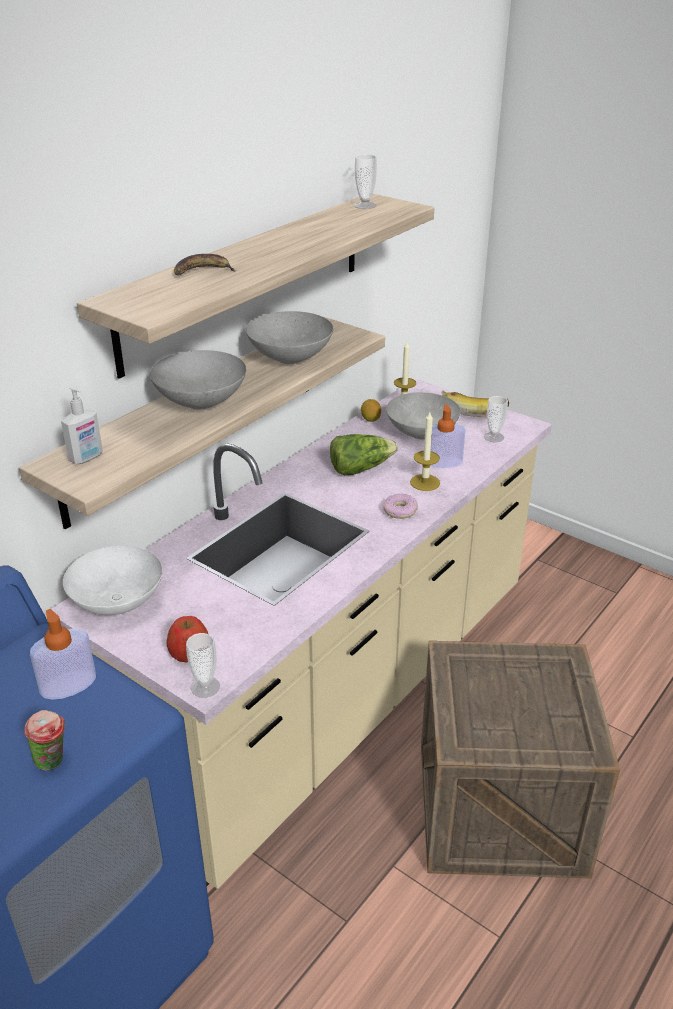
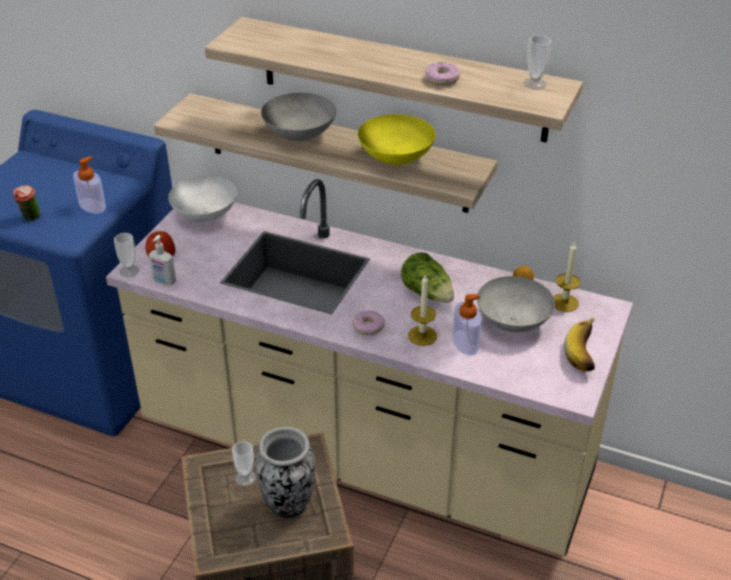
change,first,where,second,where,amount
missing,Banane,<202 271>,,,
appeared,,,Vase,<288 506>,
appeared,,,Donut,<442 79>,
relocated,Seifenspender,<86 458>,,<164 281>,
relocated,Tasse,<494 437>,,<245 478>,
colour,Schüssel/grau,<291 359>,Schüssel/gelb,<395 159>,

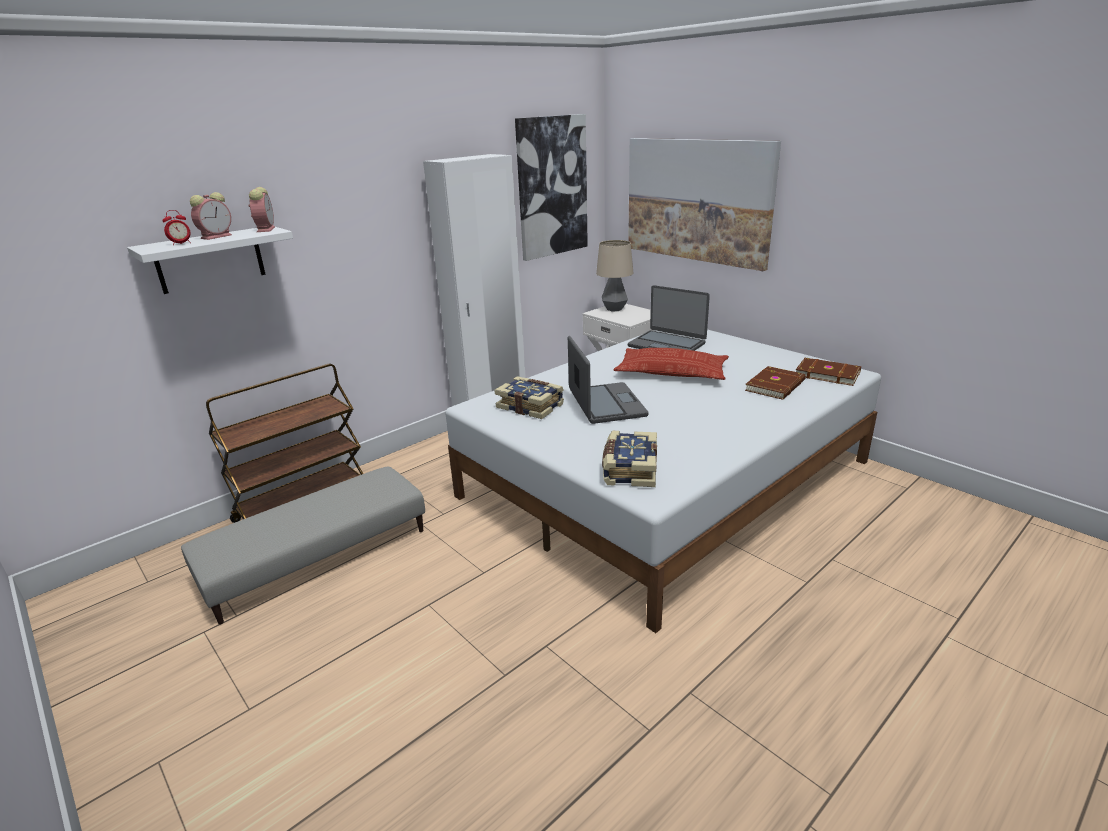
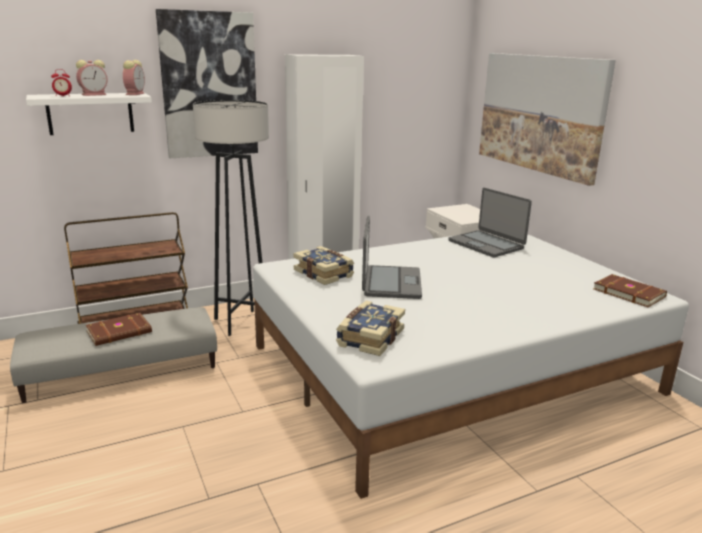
change,first,where,second,where,amount
missing,Tischlampe,<614 309>,,,
missing,Kissen,<672 372>,,,
appeared,,,Stehlampe/grau,<241 322>,
relocated,Bild,<552 187>,,<209 85>,
relocated,Buch/braun,<776 386>,,<120 332>,

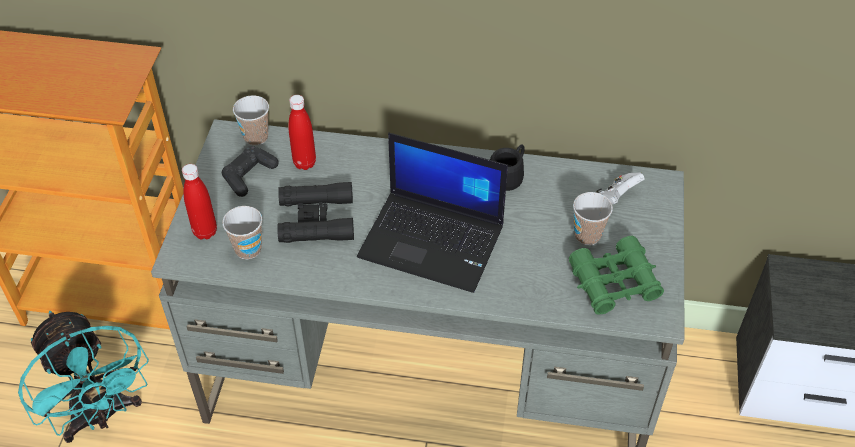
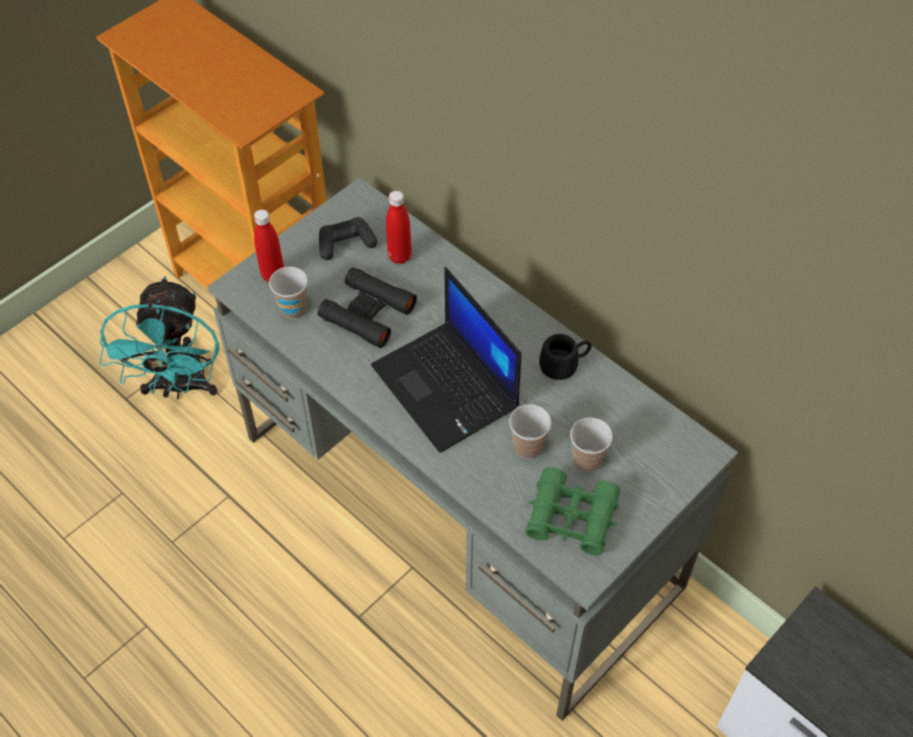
change,first,where,second,where,amount
missing,Gamepad/weiß,<616 198>,,,
relocated,Tasse,<256 137>,,<528 447>,

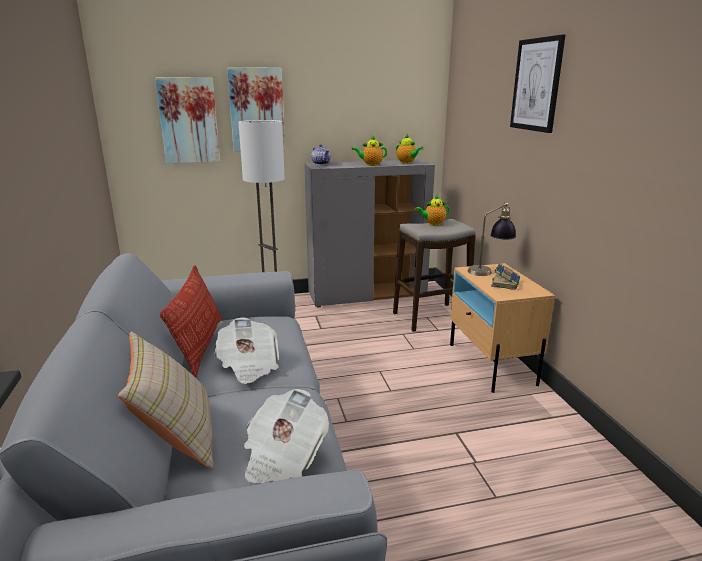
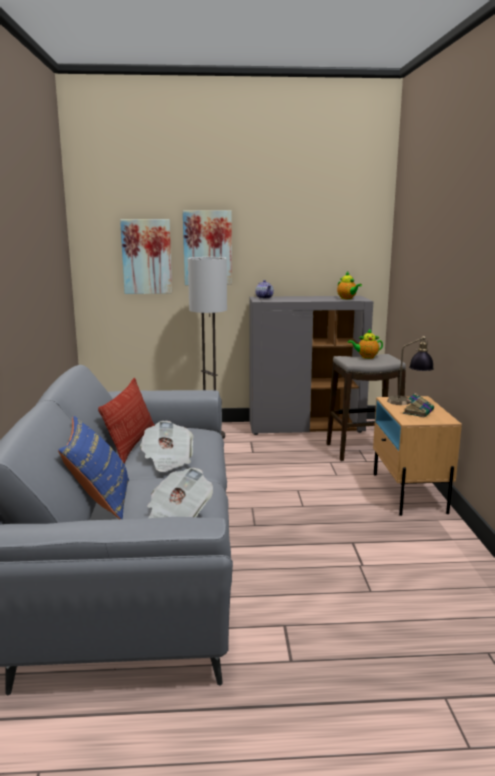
change,first,where,second,where,amount
missing,Teekanne,<370 165>,,,
missing,Bild,<536 85>,,,
colour,Kissen/beige,<177 438>,Kissen/blau,<100 501>,

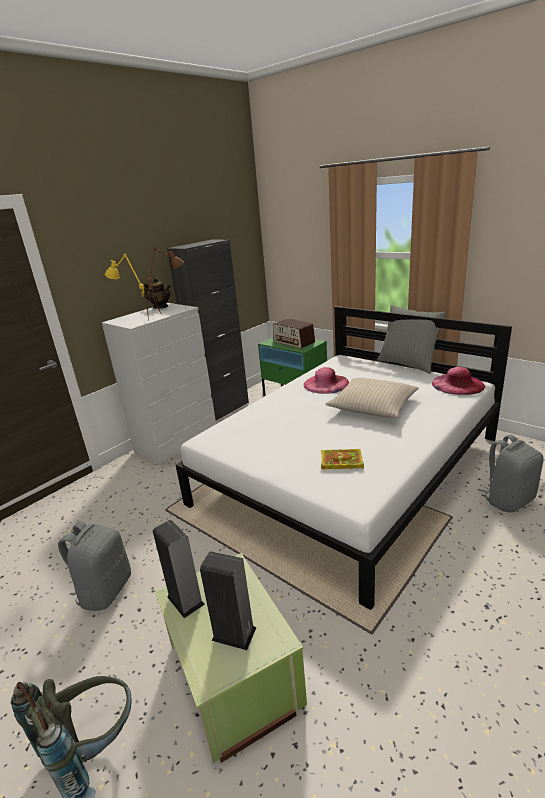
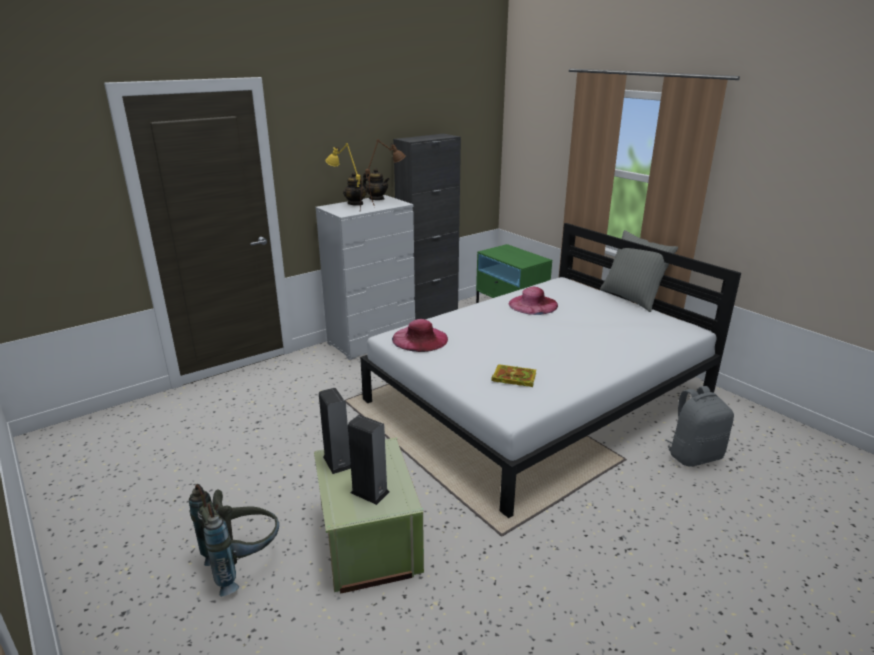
change,first,where,second,where,amount
missing,Rucksack/grau,<105 590>,,,
missing,Radio,<294 342>,,,
missing,Kissen/beige,<372 406>,,,
appeared,,,Teekanne,<355 204>,
relocated,Hut/rosa,<457 384>,,<420 338>,

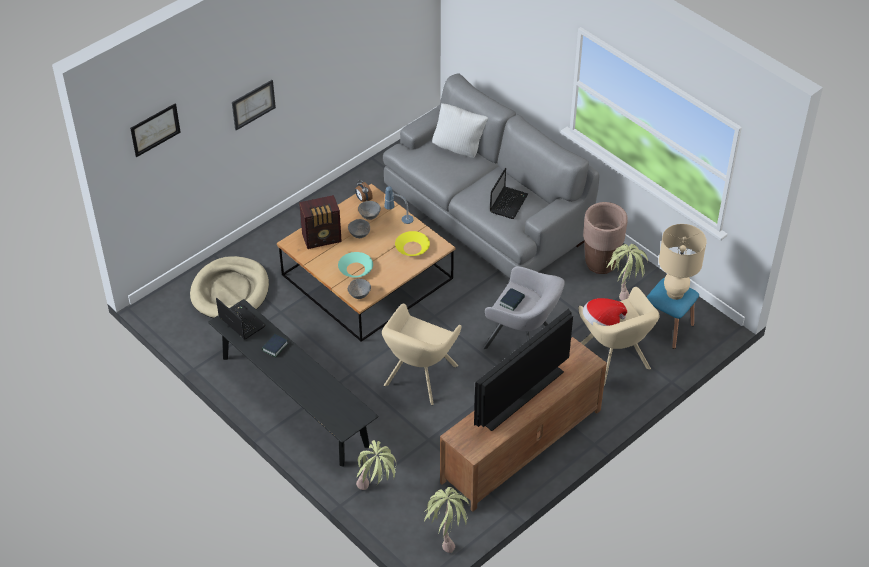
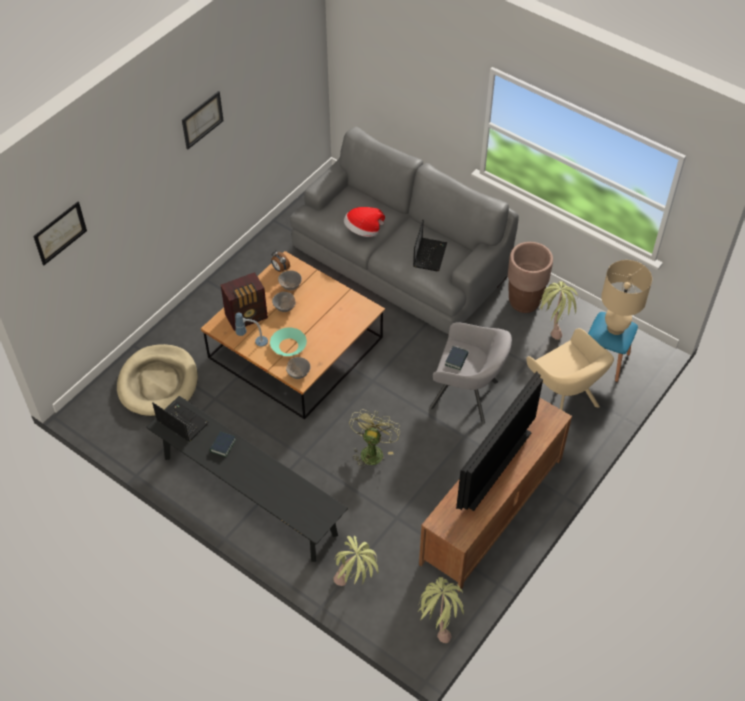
change,first,where,second,where,amount
missing,Schüssel/gelb,<412 247>,,,
missing,Kissen/weiß,<459 148>,,,
relocated,Bild,<253 104>,,<202 119>,
relocated,Tischlampe,<399 220>,,<252 343>,
relocated,Hut,<602 323>,,<363 231>,
exchanged,Sessel/beige,<419 378>,Ventilator/grün,<372 450>,

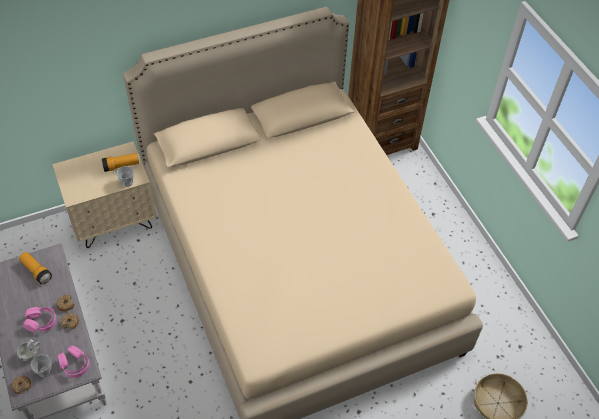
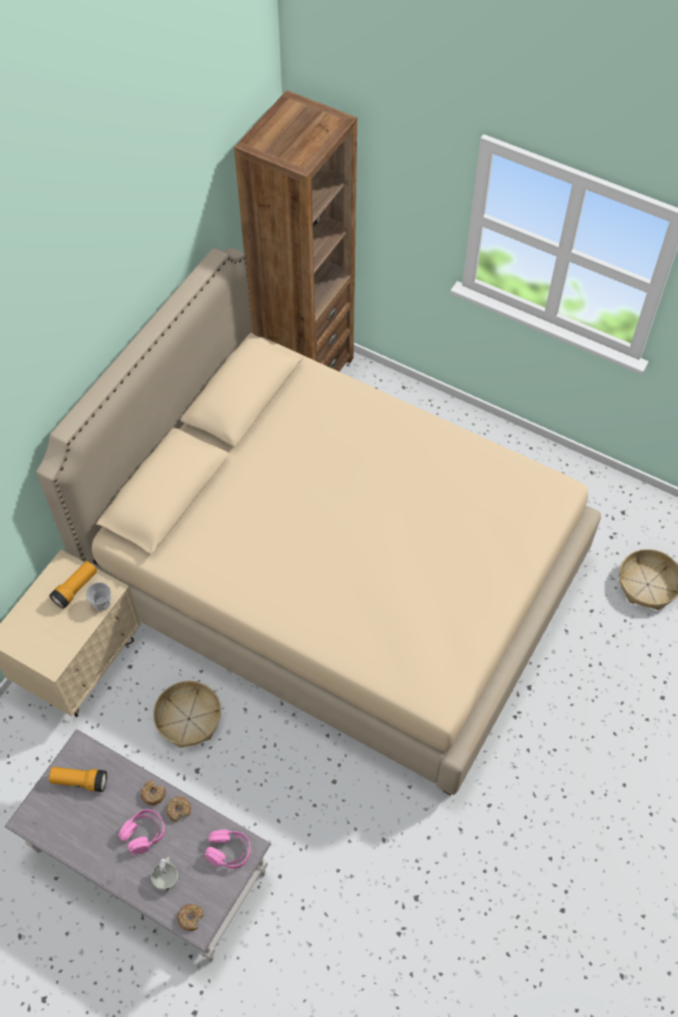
change,first,where,second,where,amount
missing,Tasse,<44 371>,,,
appeared,,,Korb,<188 719>,

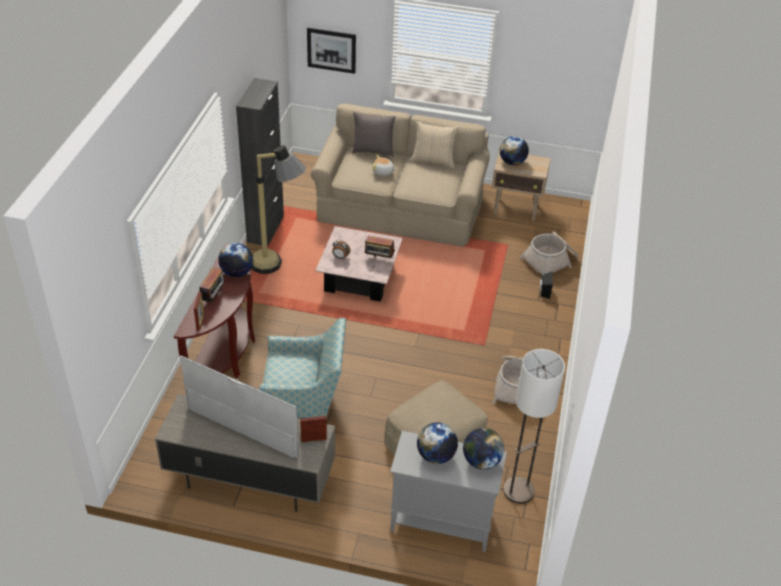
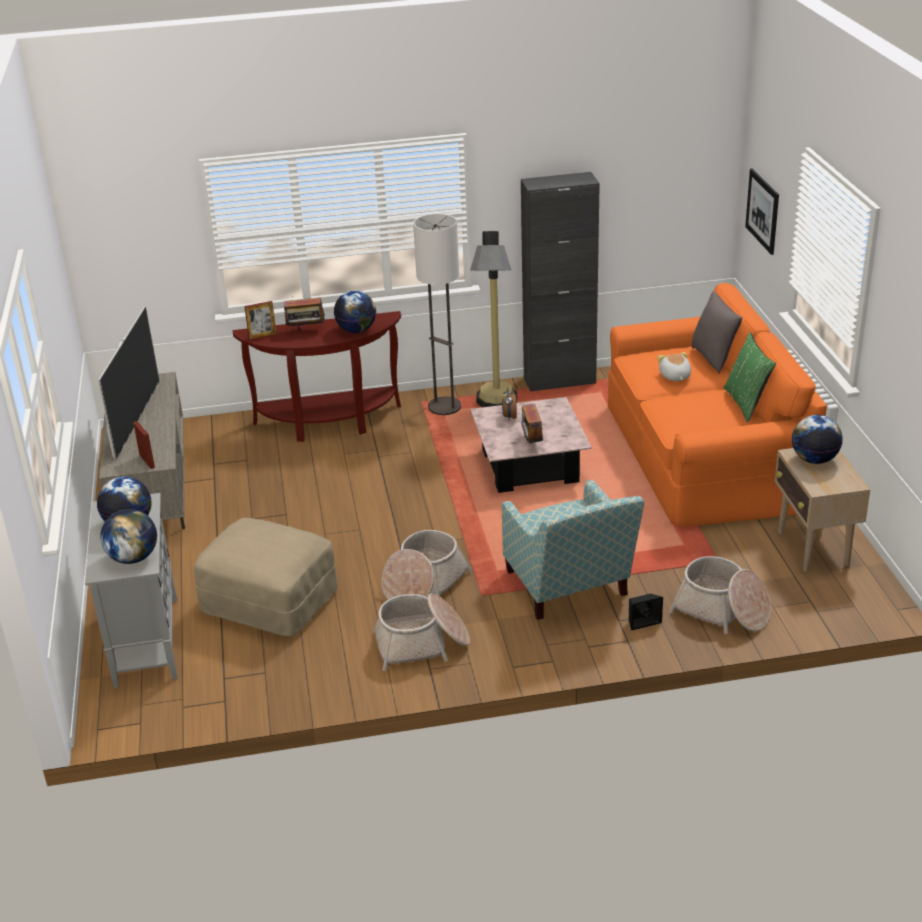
change,first,where,second,where,amount
appeared,,,Korb,<424 584>,
relocated,Sessel,<305 405>,,<570 590>,
relocated,Stehlampe,<518 491>,,<444 407>,
colour,Sofa/beige,<400 207>,Sofa/orange,<704 455>,
colour,Kissen/beige,<433 160>,Kissen/grün,<746 403>,

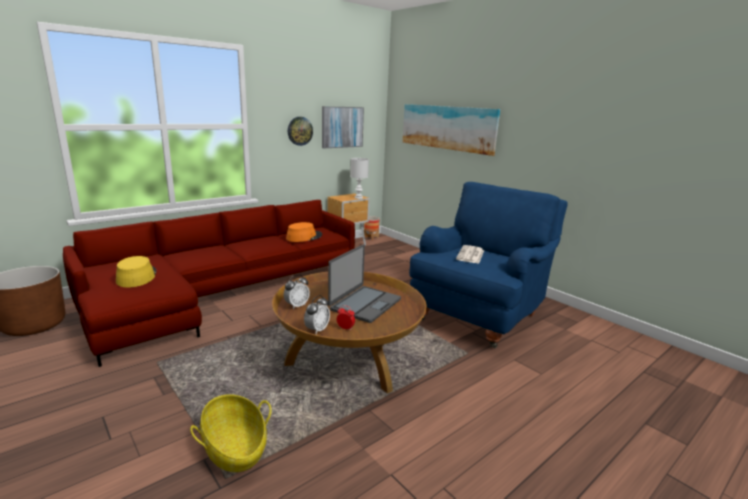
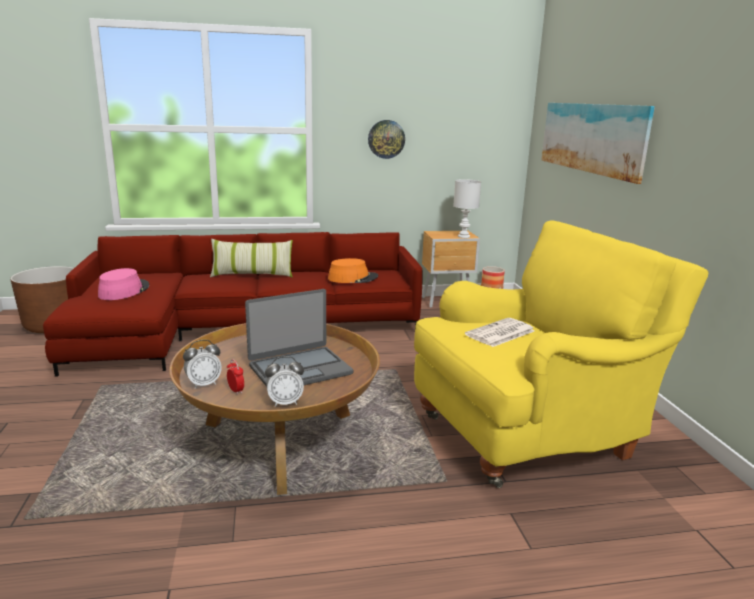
change,first,where,second,where,amount
missing,Korb,<234 448>,,,
missing,Bild,<342 127>,,,
appeared,,,Kissen,<252 274>,
relocated,Wecker,<296 306>,,<285 402>,
colour,Hut/gelb,<136 277>,Hut/rosa,<124 291>,
colour,Sessel/blau,<479 315>,Sessel/gelb,<530 435>,

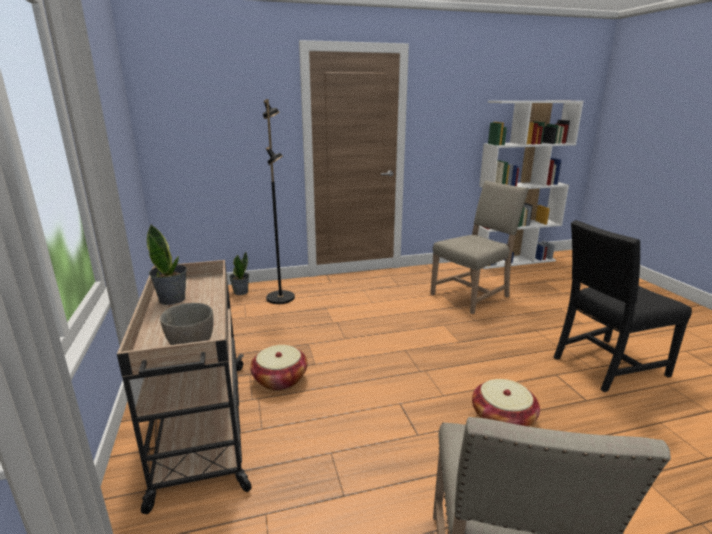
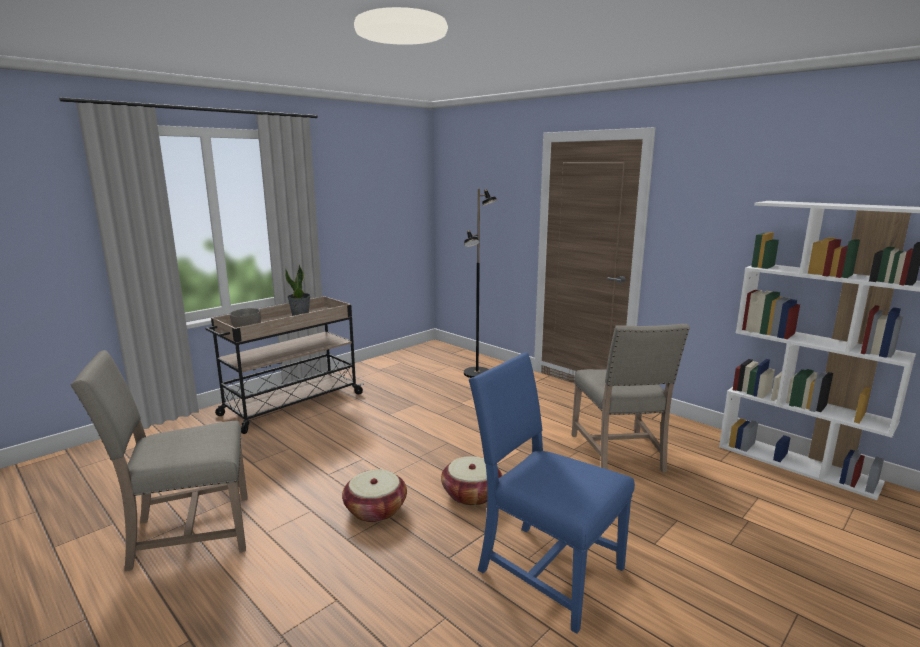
change,first,where,second,where,amount
missing,Topfpflanze,<240 292>,,,
relocated,Korb,<280 379>,,<471 494>,
colour,Stuhl/schwarz,<605 366>,Stuhl/blau,<545 569>,
spun,Stuhl/beige,<473 295>,,<620 454>,60 degrees clockwise

